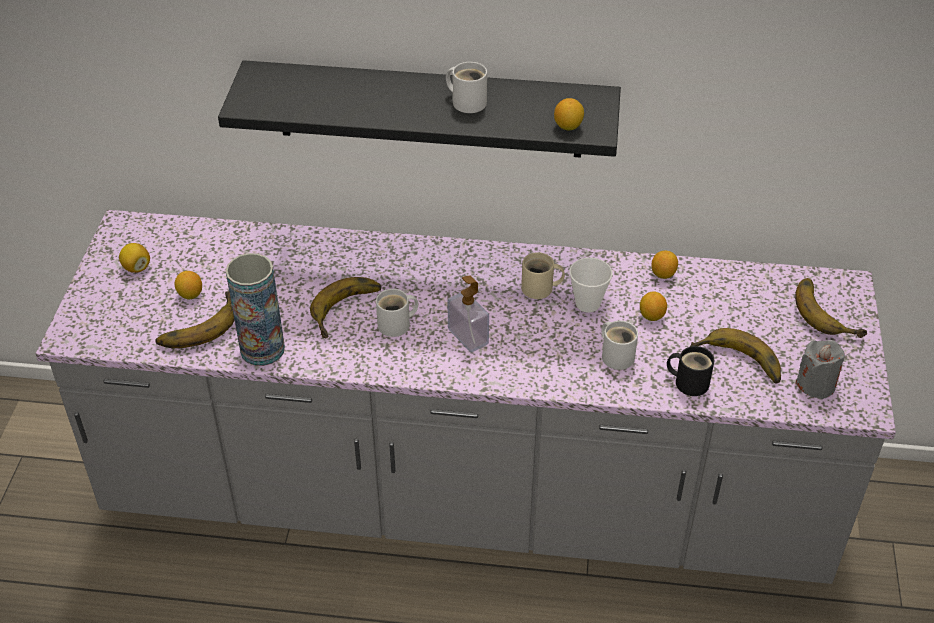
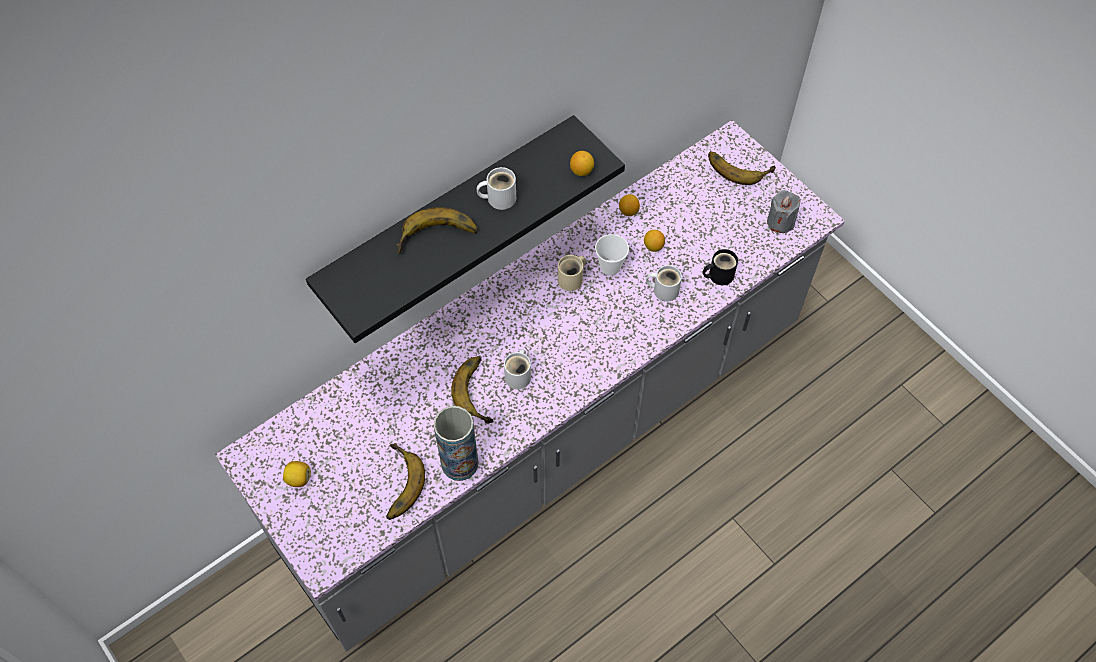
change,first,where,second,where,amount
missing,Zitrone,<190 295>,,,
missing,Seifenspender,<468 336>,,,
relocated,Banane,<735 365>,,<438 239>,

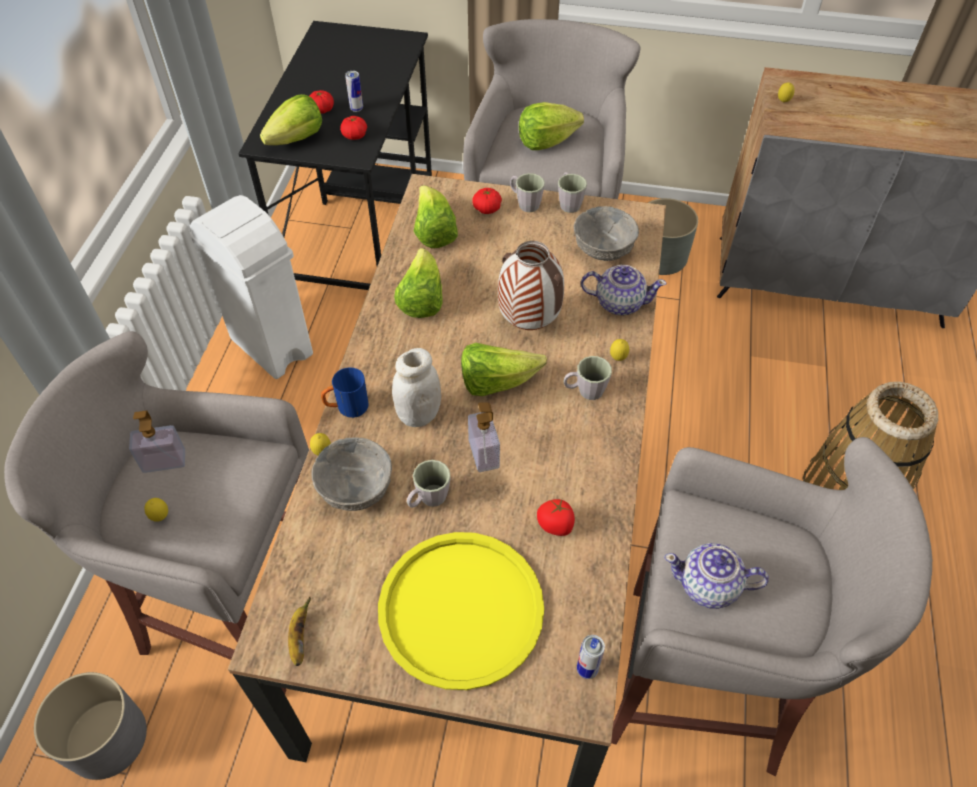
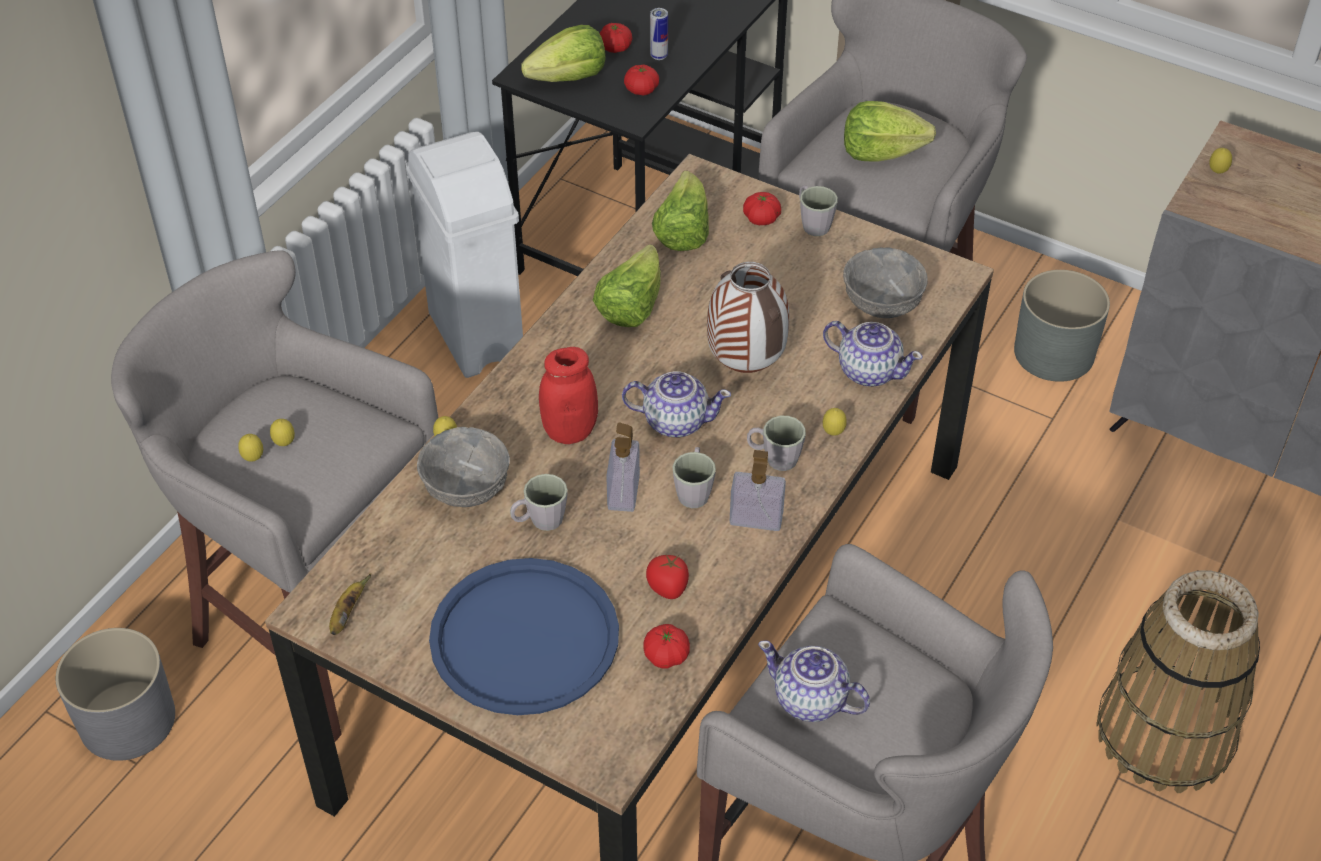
change,first,where,second,where,amount
missing,Henkelbecher/blau,<347 408>,,,
missing,Dose,<587 669>,,,
appeared,,,Zitrone,<284 444>,
appeared,,,Tomate,<666 656>,
relocated,Seifenspender,<164 461>,,<756 518>,
relocated,Henkelbecher/grau,<568 202>,,<694 490>,
exchanged,Salatkopf,<496 382>,Teekanne,<675 421>,
colour,Tablett/gelb,<460 609>,Tablett/blau,<524 638>,
colour,Vorratsglas/weiß,<418 414>,Vorratsglas/rot,<570 431>,

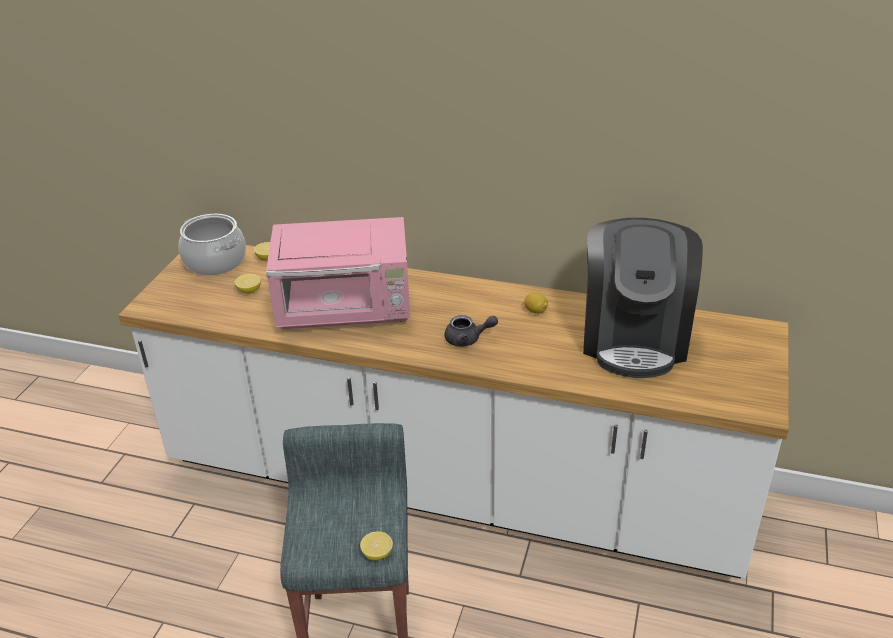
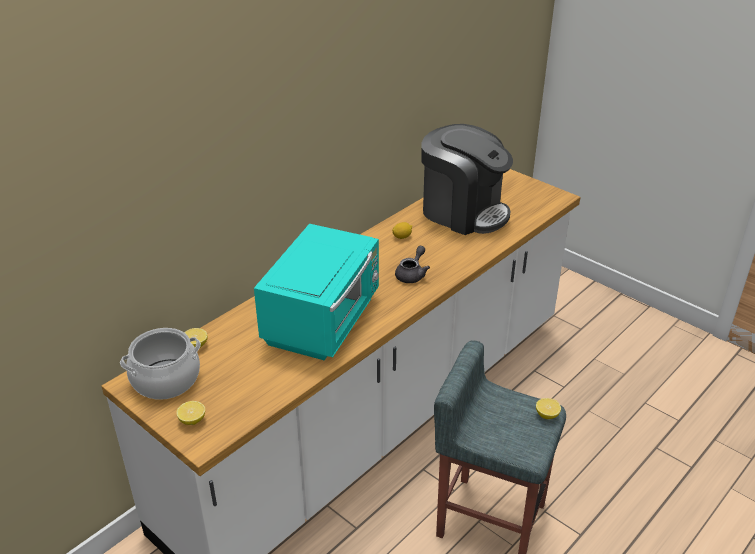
change,first,where,second,where,amount
relocated,Zitrone,<249 291>,,<192 420>,
colour,Mikrowelle/rosa,<346 310>,Mikrowelle/türkis,<323 320>,

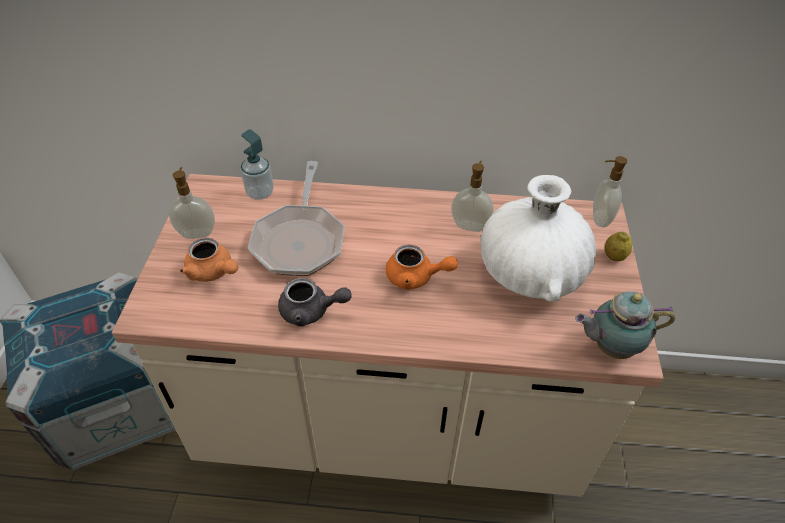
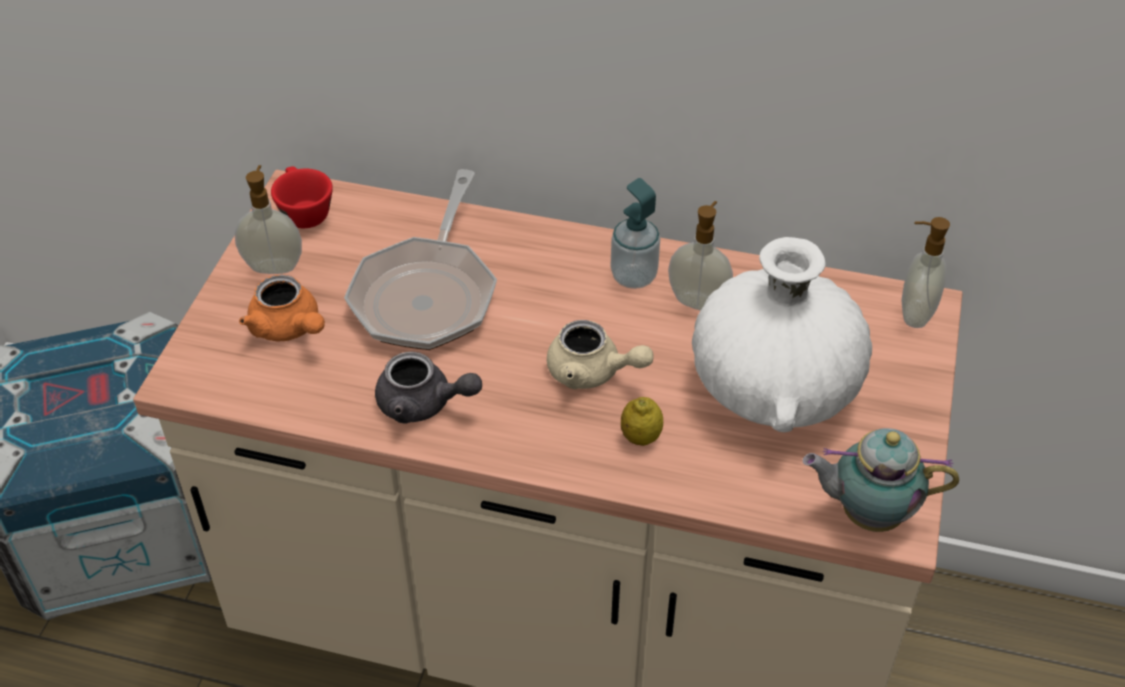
change,first,where,second,where,amount
appeared,,,Tasse/rot,<303 211>,
relocated,Seifenspender,<260 193>,,<633 276>,
relocated,Zitrone,<614 257>,,<641 437>,
colour,Teekanne/orange,<416 277>,Teekanne/beige,<592 372>,

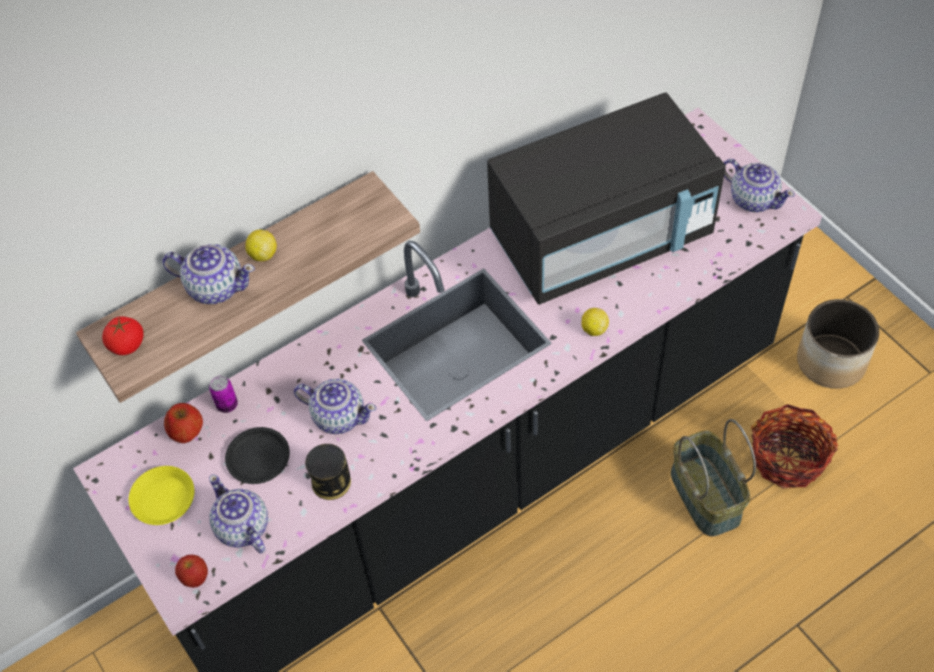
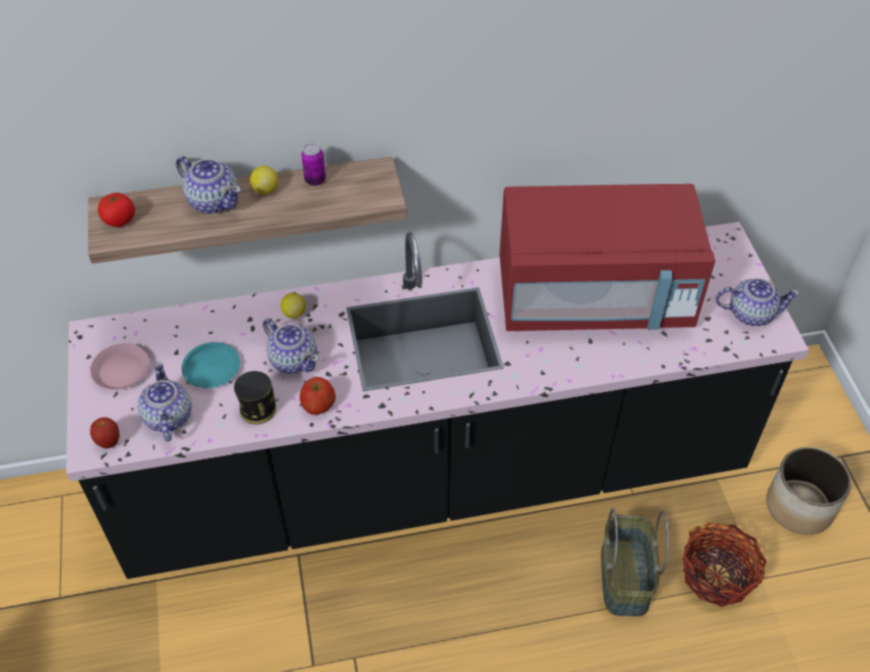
change,first,where,second,where,amount
relocated,Apfel,<186 430>,,<318 404>,
relocated,Dose,<227 405>,,<315 180>,
relocated,Zitrone,<594 329>,,<294 313>,
colour,Teller/gelb,<163 499>,Teller/rosa,<121 371>,
colour,Teller/schwarz,<259 458>,Teller/türkis,<212 368>,
colour,Mikrowelle/schwarz,<601 238>,Mikrowelle/rot,<594 298>,
spun,Teekanne,<753 199>,,<750 313>,60 degrees counterclockwise

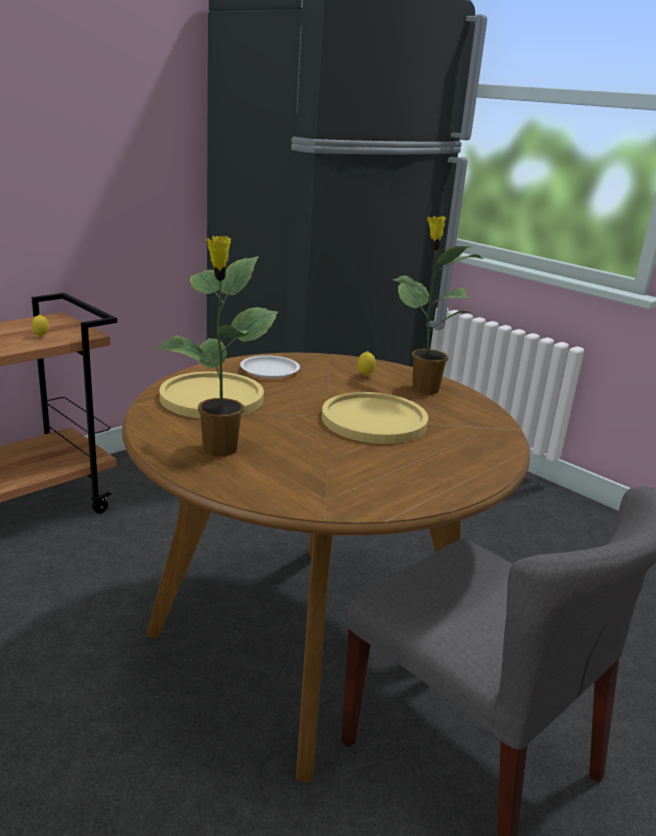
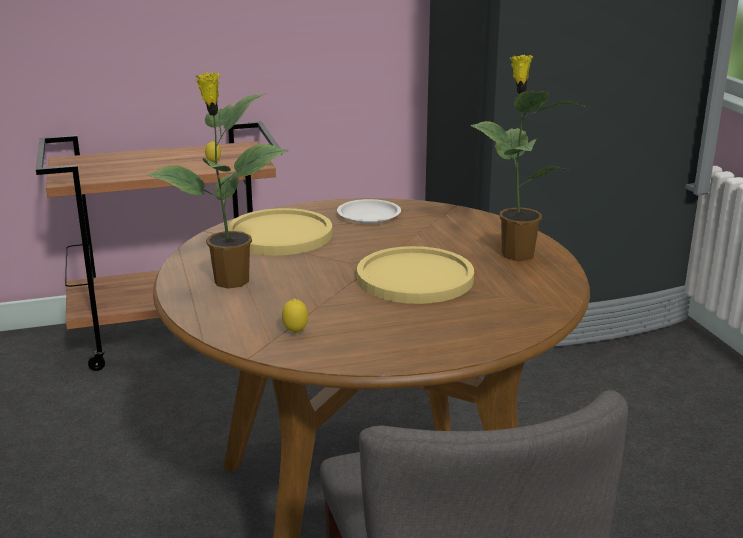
change,first,where,second,where,amount
relocated,Zitrone,<365 376>,,<295 333>,

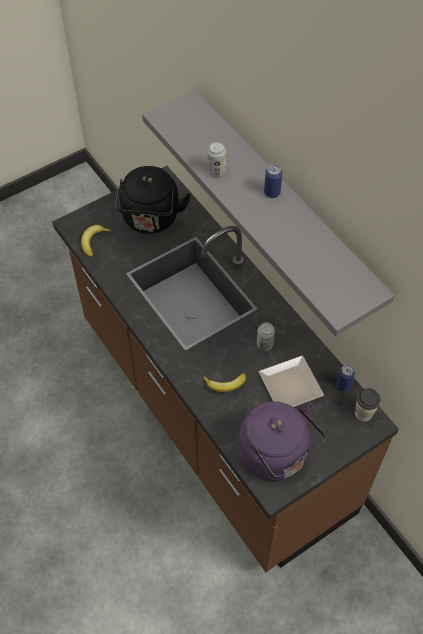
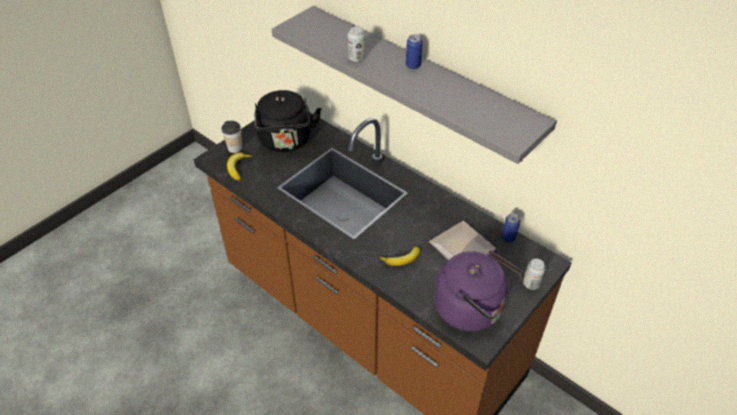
change,first,where,second,where,amount
relocated,Dose,<264 344>,,<531 284>,
relocated,Tasse,<363 414>,,<235 148>,

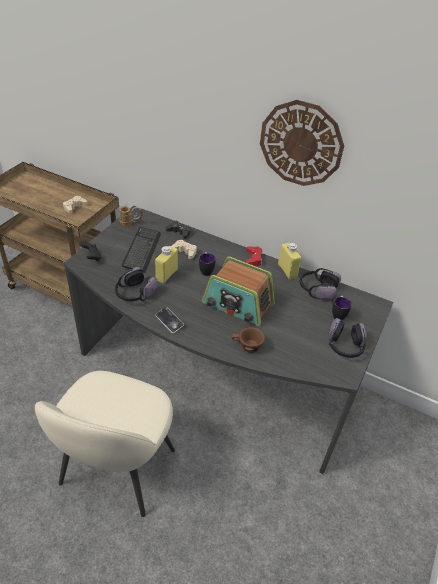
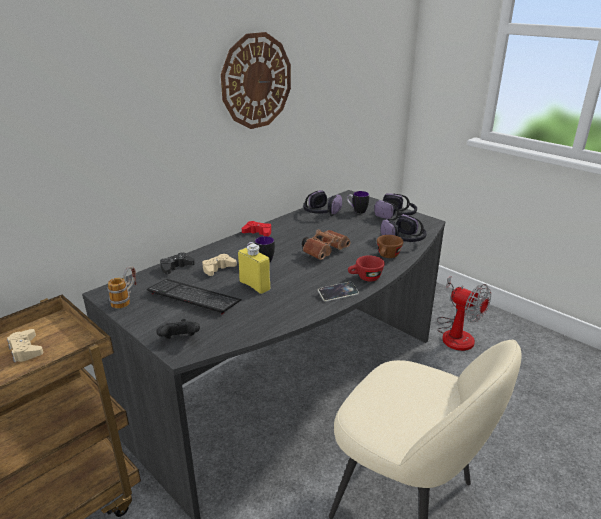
change,first,where,second,where,amount
missing,Flasche/gelb,<287 271>,,,
appeared,,,Tasse/rot,<365 278>,
appeared,,,Ventilator,<456 333>,
relocated,Kopfhörer,<134 293>,,<404 240>,
exchanged,Radio,<237 304>,Fernglas/braun,<325 252>,

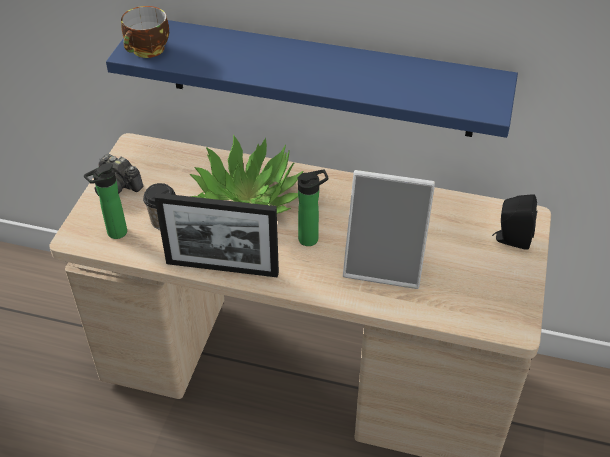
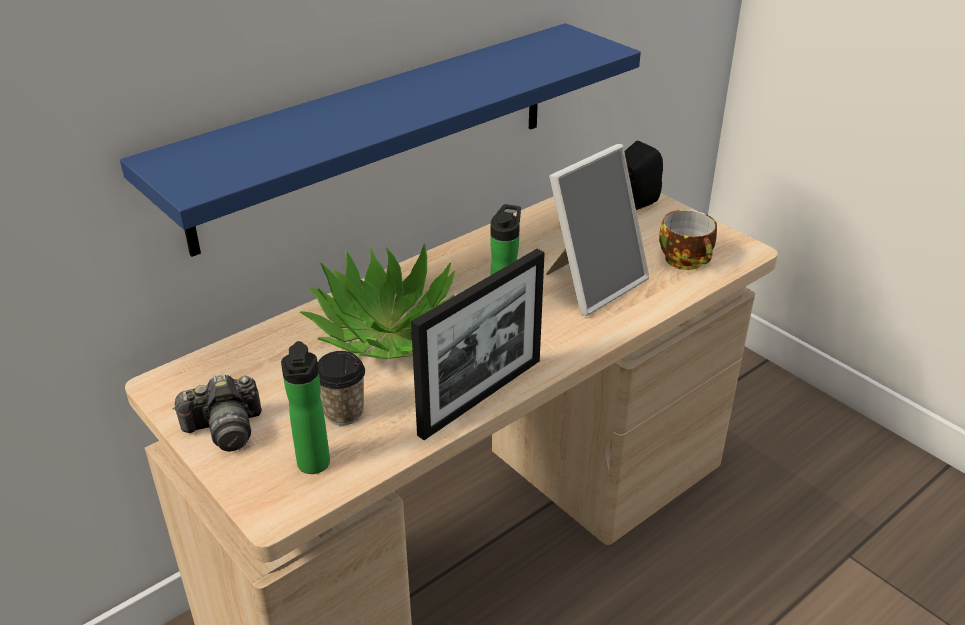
change,first,where,second,where,amount
relocated,Tasse,<148 50>,,<687 261>,

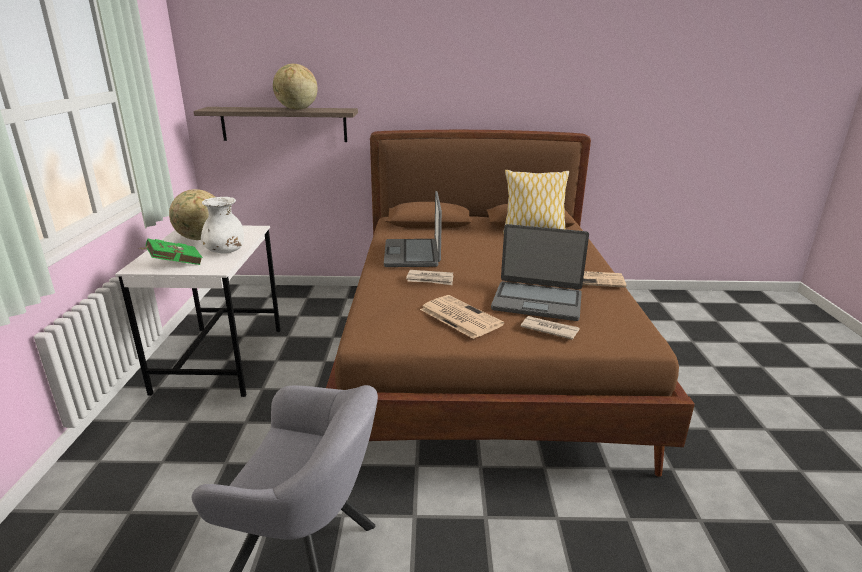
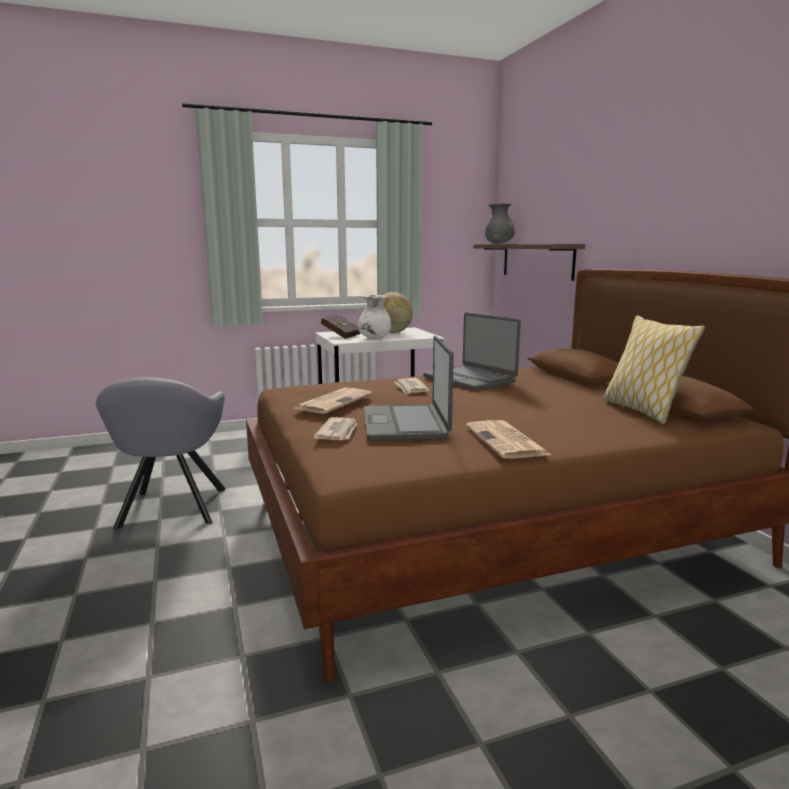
change,first,where,second,where,amount
missing,Globus,<297 109>,,,
appeared,,,Vase/grau,<498 243>,
colour,Buch/grün,<173 264>,Buch/rot,<340 335>,
spun,Laptop,<412 254>,,<470 379>,105 degrees counterclockwise

